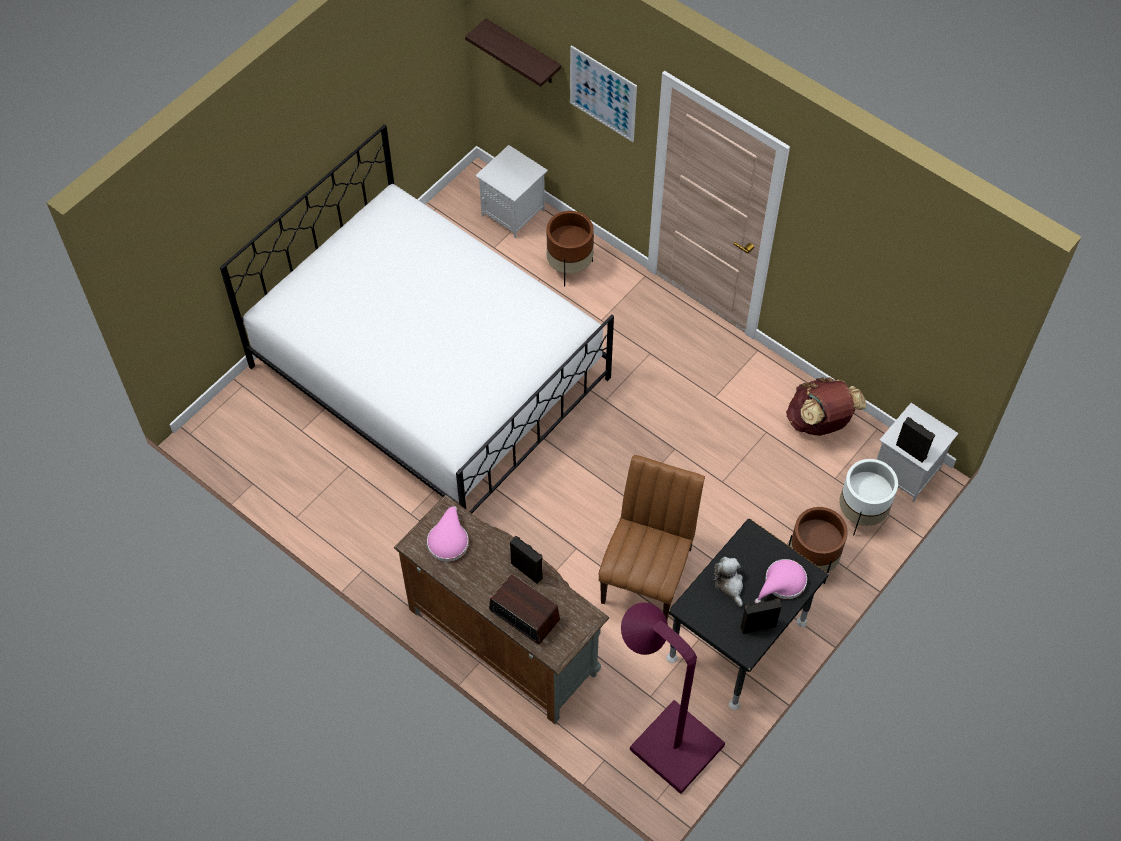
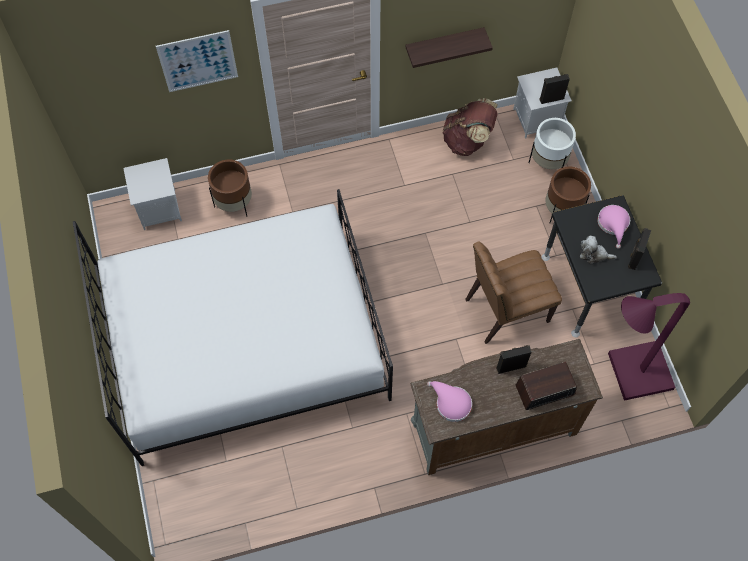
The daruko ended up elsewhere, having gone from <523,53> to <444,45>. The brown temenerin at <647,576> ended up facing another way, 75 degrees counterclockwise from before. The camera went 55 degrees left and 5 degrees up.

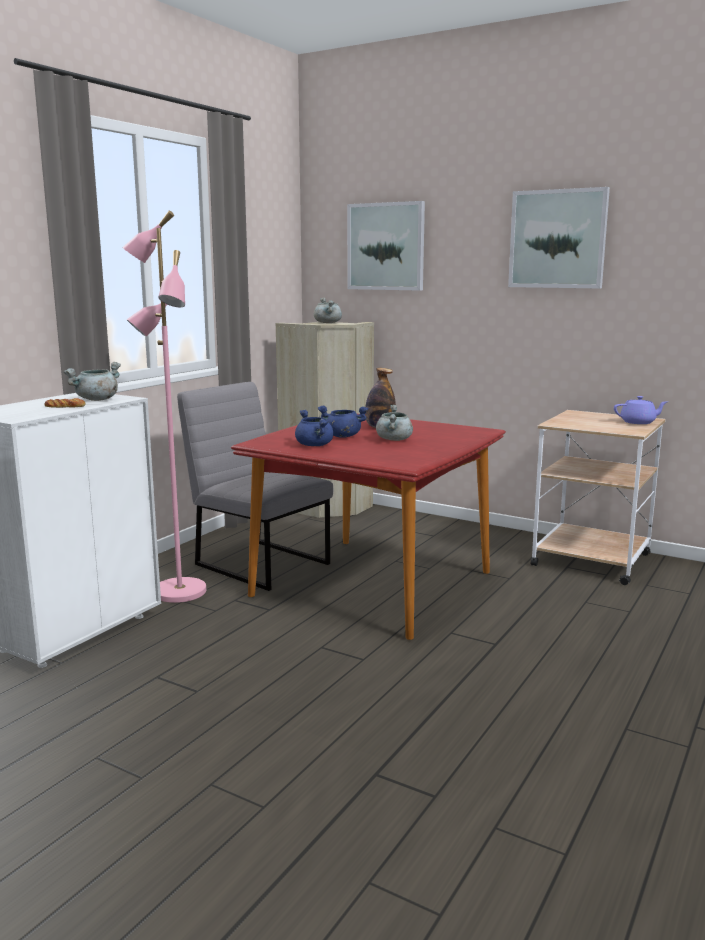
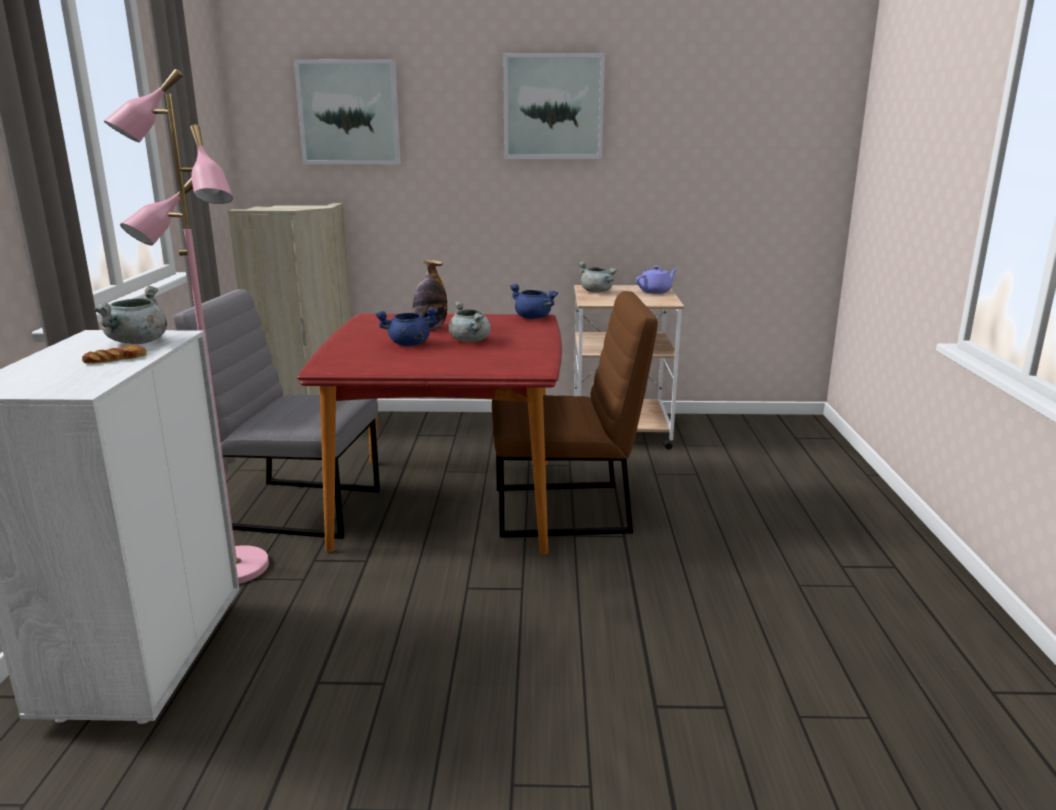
The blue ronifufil ended up elsewhere, having gone from <315,445> to <534,318>. The grey ronifufil ended up elsewhere, having gone from <328,323> to <597,291>. The second view gained the brown temenerin at <566,510>. The camera went 30 degrees left and 5 degrees up.

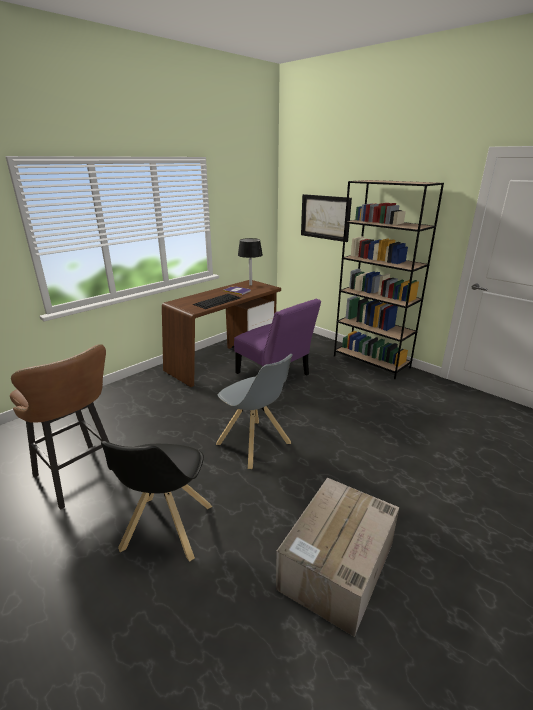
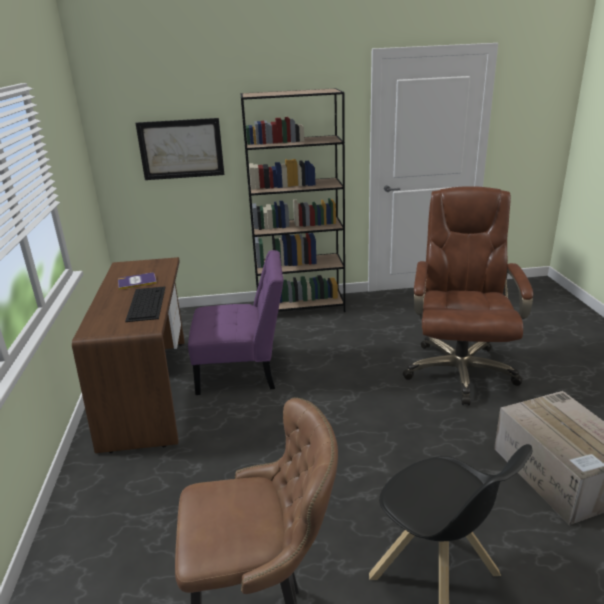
The second view lost the grey temenerin at <255,444>. The second view lost the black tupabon at <250,285>. The second view gained the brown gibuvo at <459,371>. The camera went 50 degrees left and 0 degrees up.

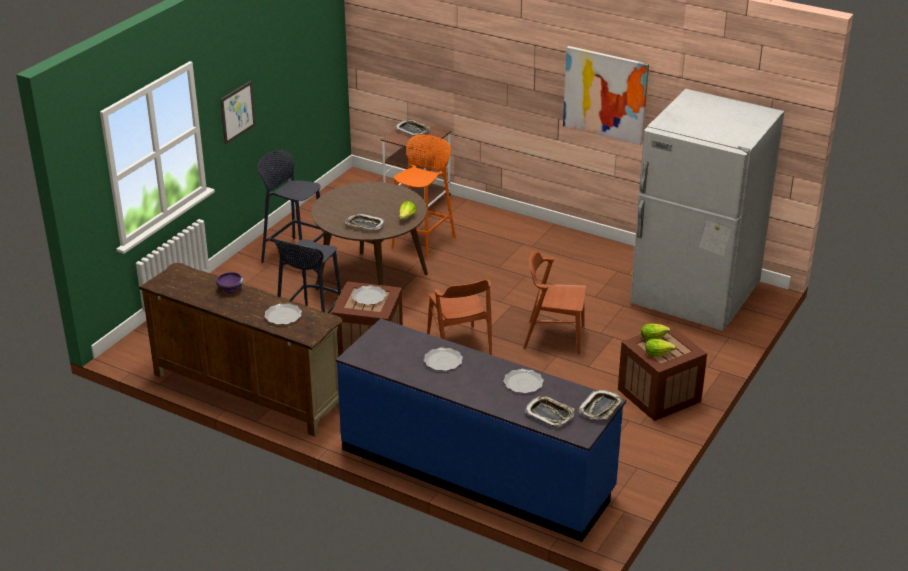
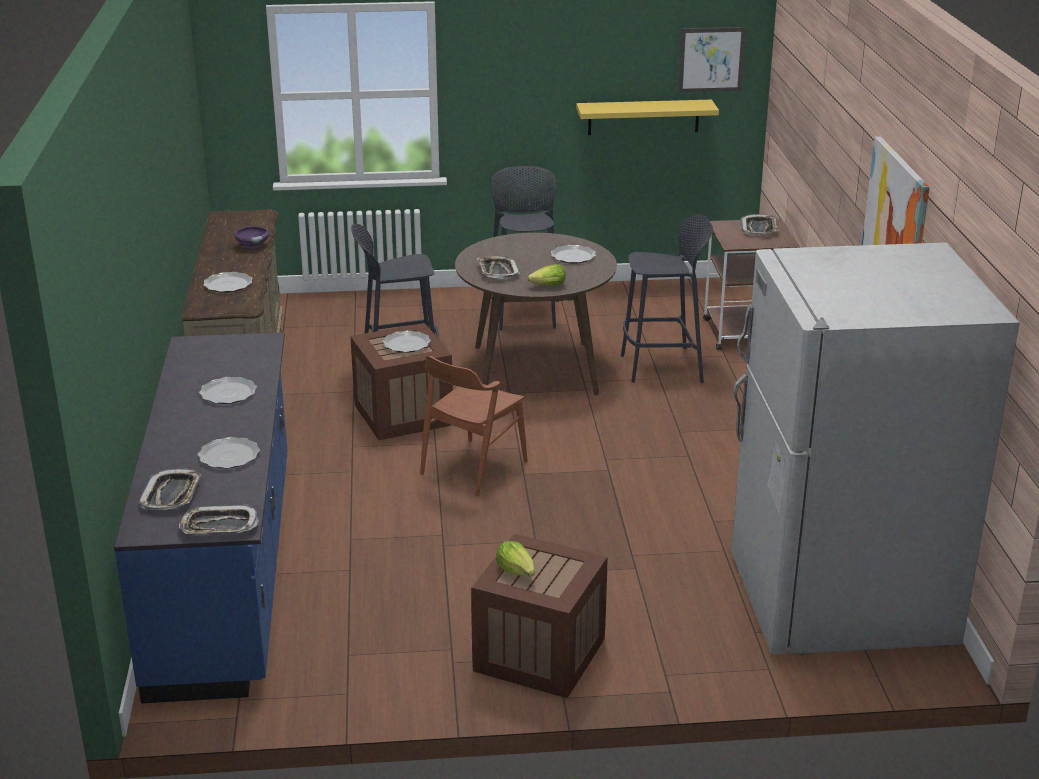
The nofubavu ended up elsewhere, having gone from <237,112> to <711,59>. What was the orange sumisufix at <422,241> turned into the grey sumisufix at <663,367>. The second view lost the brown temenerin at <554,337>. The second view lost the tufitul at <653,337>. The second view gained the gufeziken at <573,256>. The second view gained the yellow daruko at <643,117>. The camera went 55 degrees right and 5 degrees down.

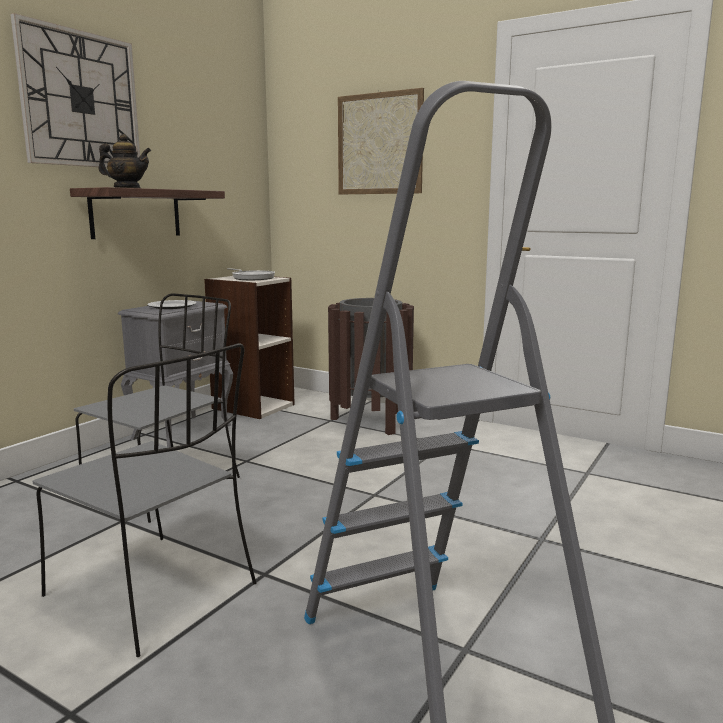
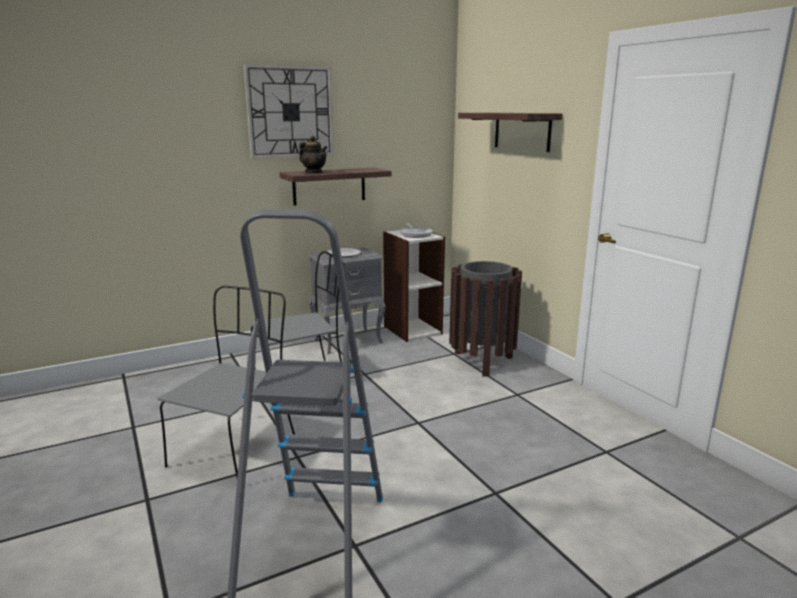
The grey temenerin at <155,592> ended up facing another way, 135 degrees counterclockwise from before. Where the nofubavu hung at <380,142>, the daruko came to hang at <522,131>. The camera went 30 degrees right and 5 degrees up.

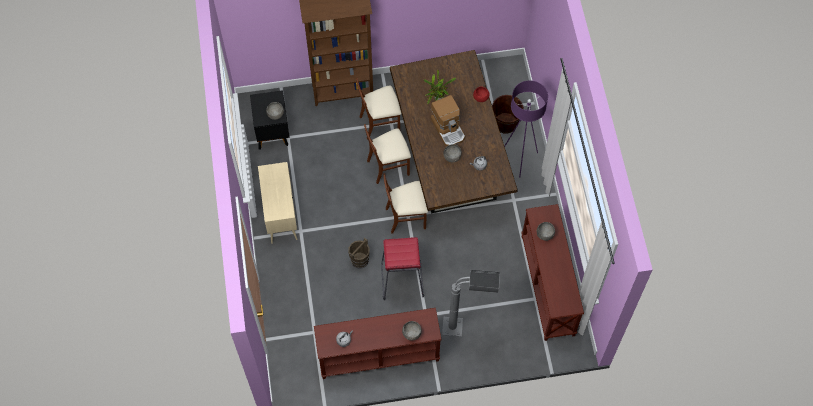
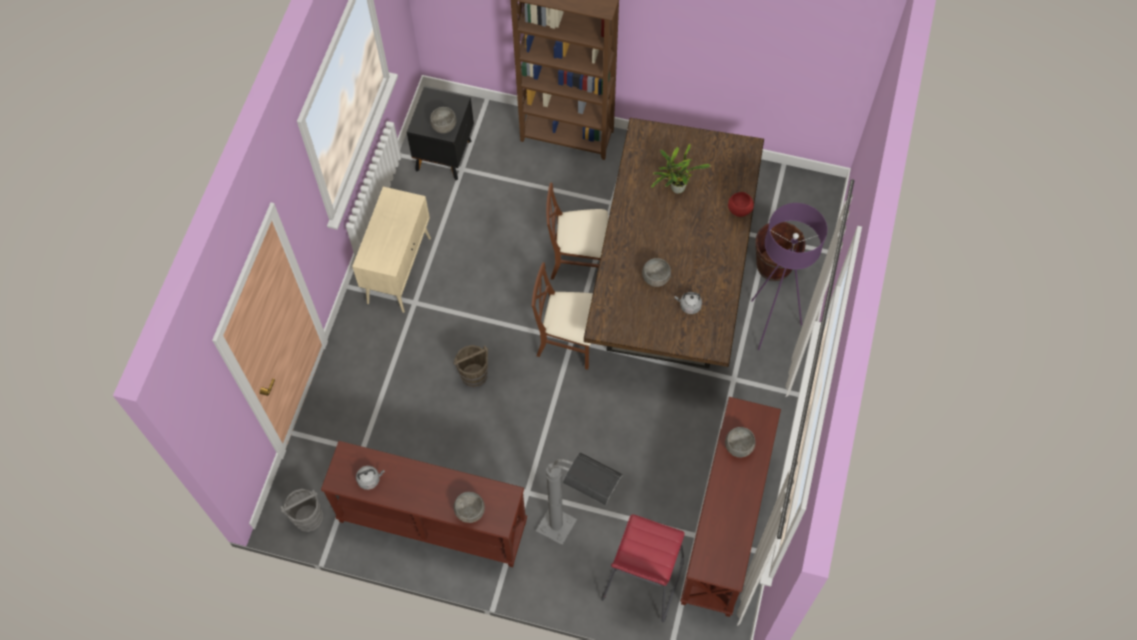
The second view lost the brown temenerin at <380,123>. The red sumisufix ended up elsewhere, having gone from <401,280> to <642,580>. The second view lost the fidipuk at <448,129>. The second view gained the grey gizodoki at <308,517>. The camera went 25 degrees right and 0 degrees up.

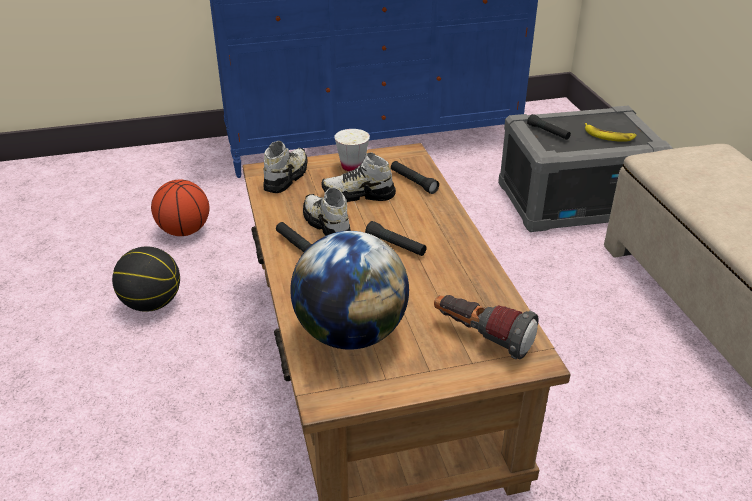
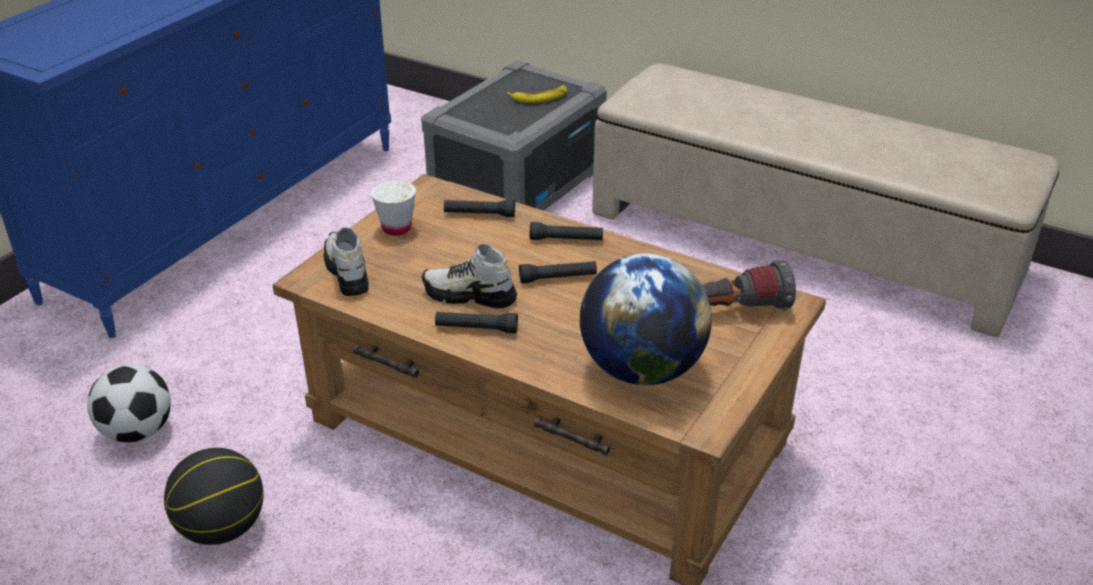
Where the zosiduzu stood at <185,231>, the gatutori came to stand at <137,432>. The second view lost the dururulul at <358,195>. The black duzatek ended up elsewhere, having gone from <548,132> to <566,239>. The camera went 45 degrees left and 0 degrees up.

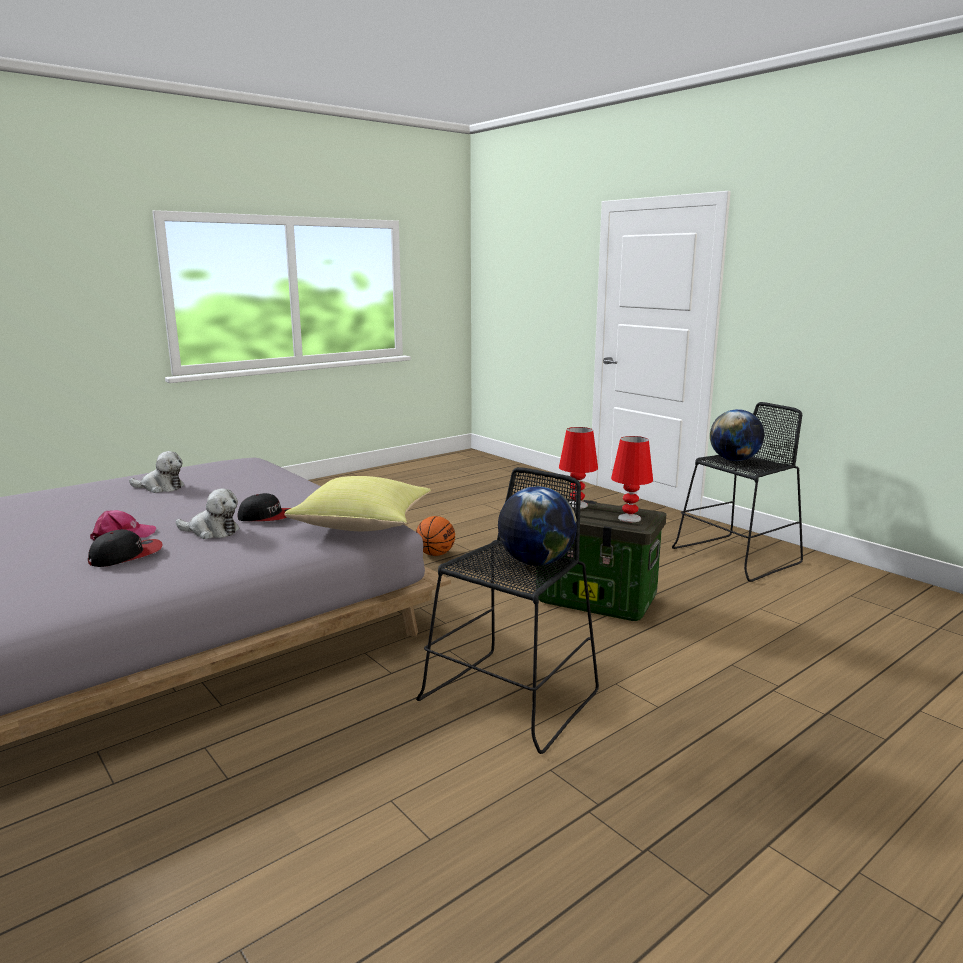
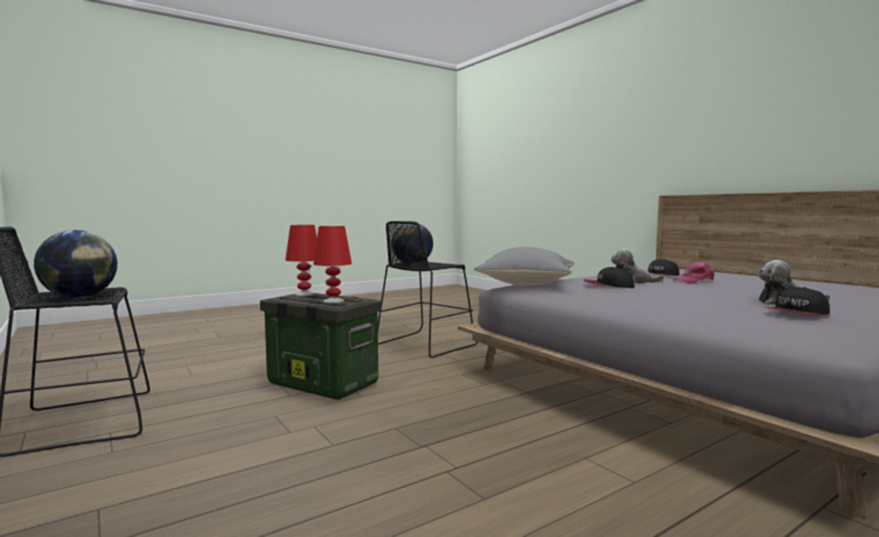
What was the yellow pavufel at <364,525> turned into the grey pavufel at <524,285>. The second view lost the zosiduzu at <435,554>. The second view gained the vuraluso at <797,314>. The camera went 175 degrees left and 10 degrees down.

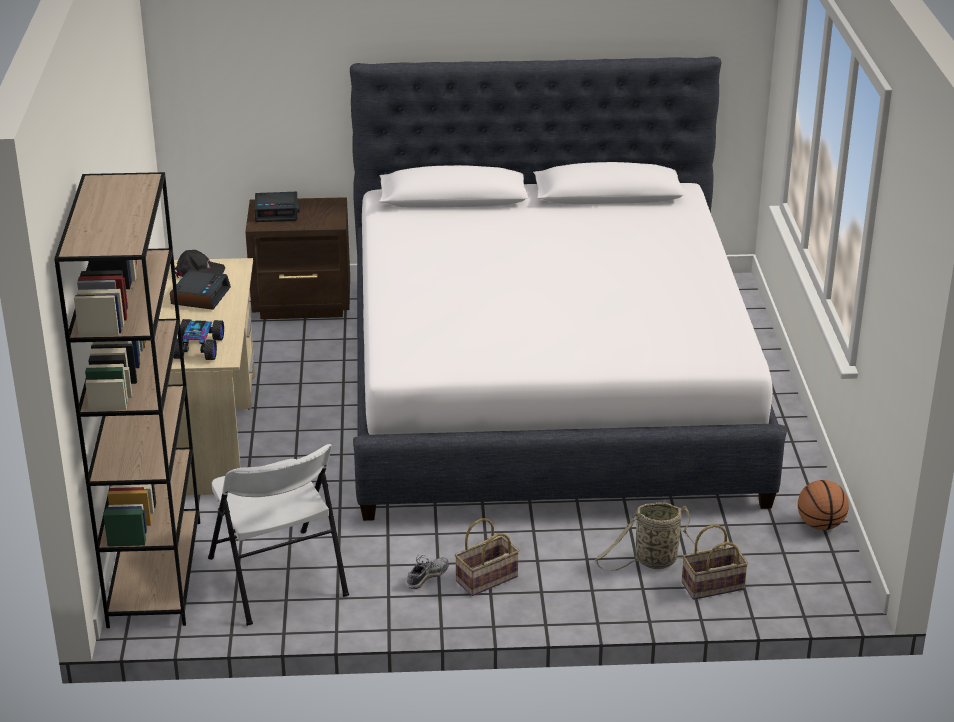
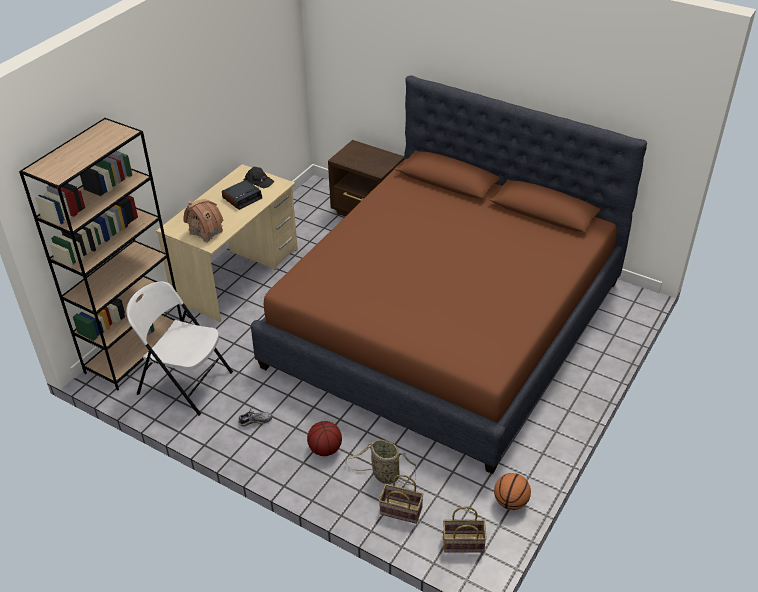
Where the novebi stood at <200,348>, the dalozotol came to stand at <206,232>. The white temenerin at <277,577> ended up facing another way, 105 degrees clockwise from before. The second view lost the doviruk at <277,212>. What was the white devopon at <547,386> turned into the brown devopon at <446,323>. The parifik ended up elsewhere, having gone from <486,580> to <462,544>. The second view gained the zosiduzu at <325,449>. The camera went 35 degrees right and 10 degrees up.

